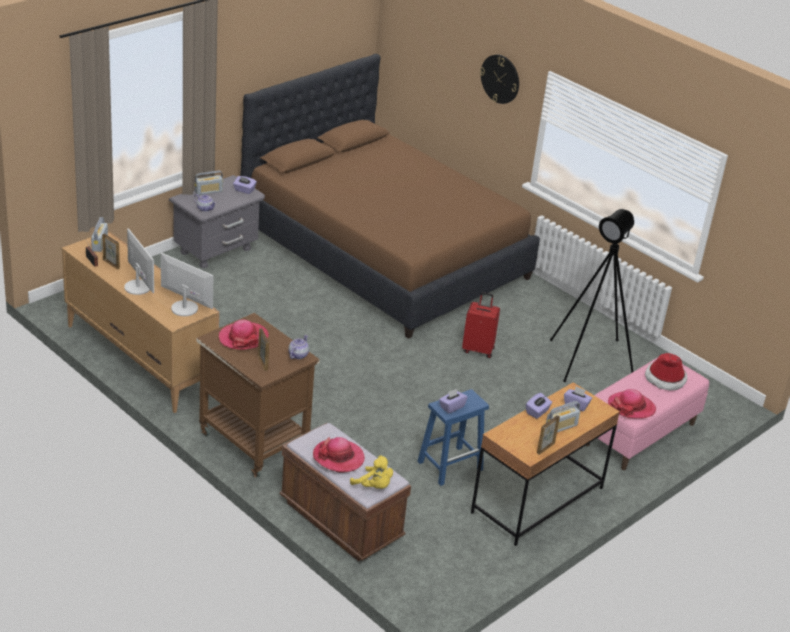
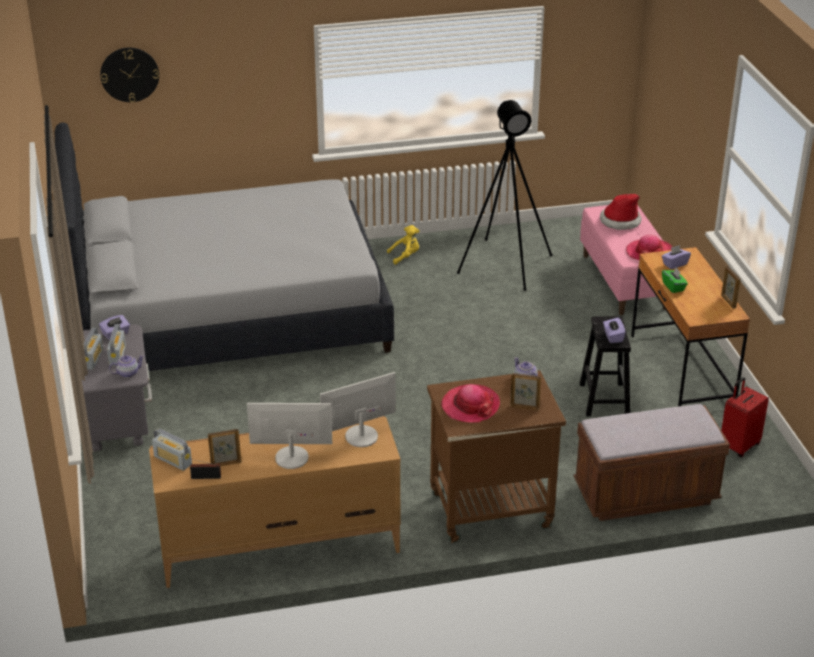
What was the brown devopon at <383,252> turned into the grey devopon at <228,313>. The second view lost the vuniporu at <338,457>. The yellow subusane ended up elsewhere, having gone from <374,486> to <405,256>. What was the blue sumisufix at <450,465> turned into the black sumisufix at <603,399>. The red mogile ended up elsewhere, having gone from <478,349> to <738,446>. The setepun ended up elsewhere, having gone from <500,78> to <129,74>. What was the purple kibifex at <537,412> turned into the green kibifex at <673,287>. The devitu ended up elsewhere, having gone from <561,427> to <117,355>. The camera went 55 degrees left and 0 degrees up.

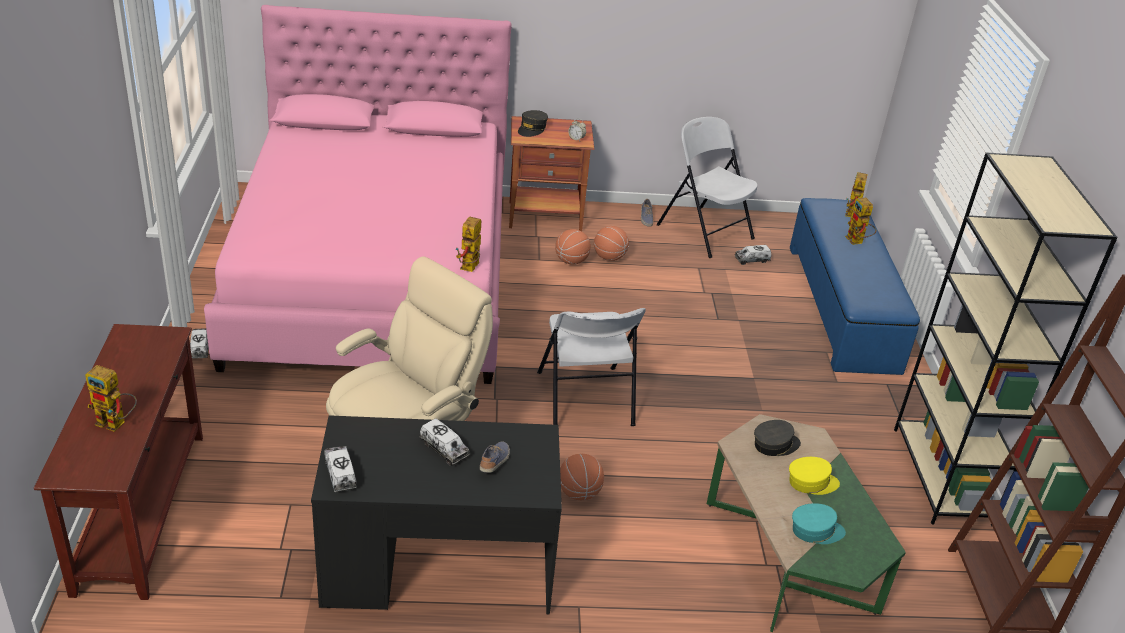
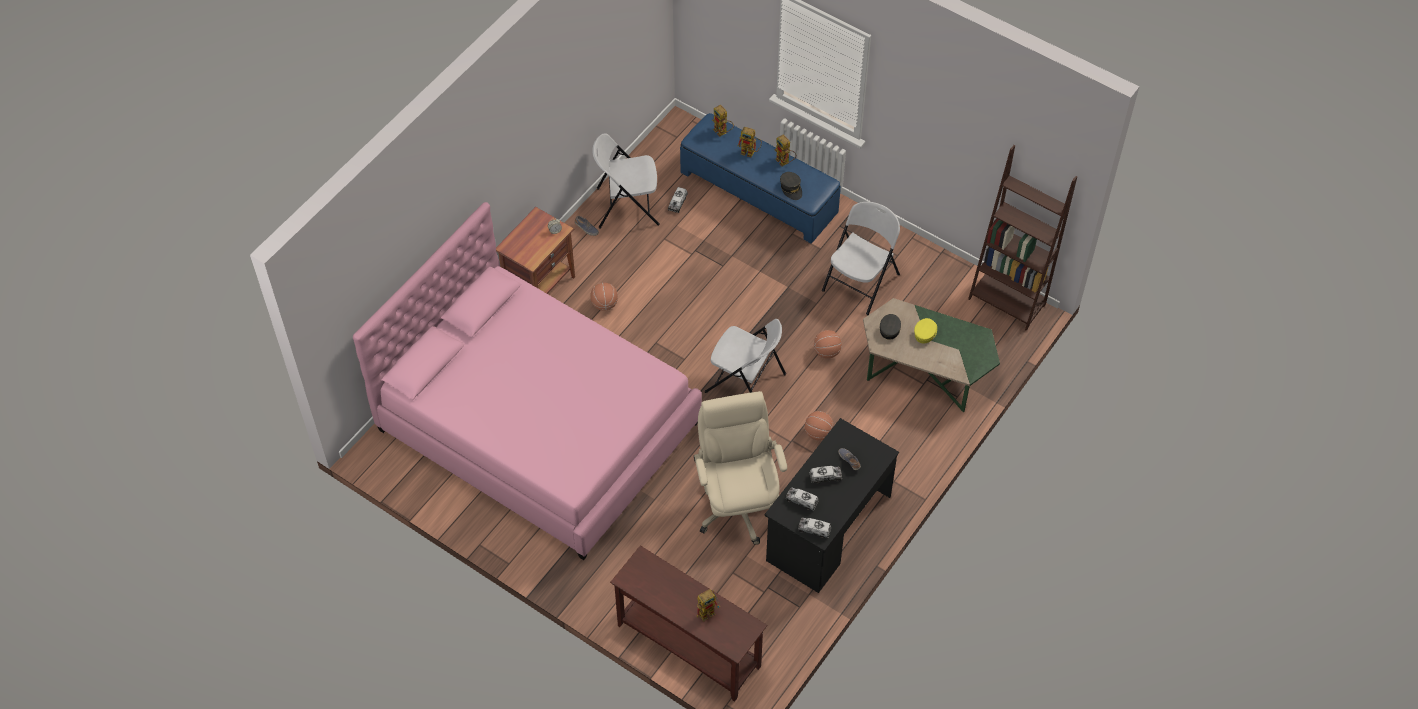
The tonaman ended up elsewhere, having gone from <200,347> to <801,501>. The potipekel ended up elsewhere, having gone from <470,269> to <784,162>. The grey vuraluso ended up elsewhere, having gone from <532,129> to <791,188>. The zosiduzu ended up elsewhere, having gone from <609,257> to <827,352>. The second view lost the turquoise vuraluso at <816,531>. The second view lost the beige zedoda at <942,476>. The second view gained the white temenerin at <861,282>. The camera went 50 degrees left and 20 degrees up.

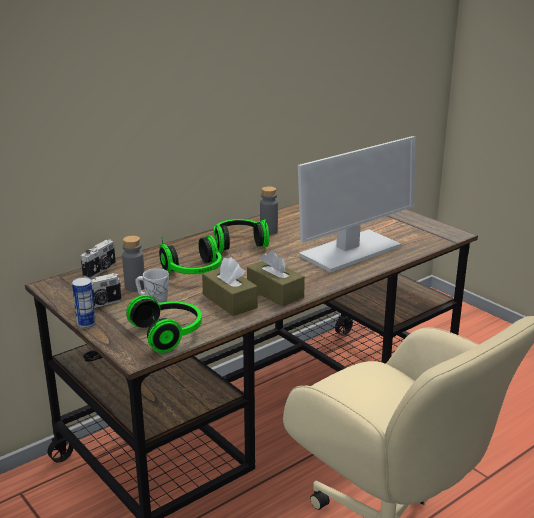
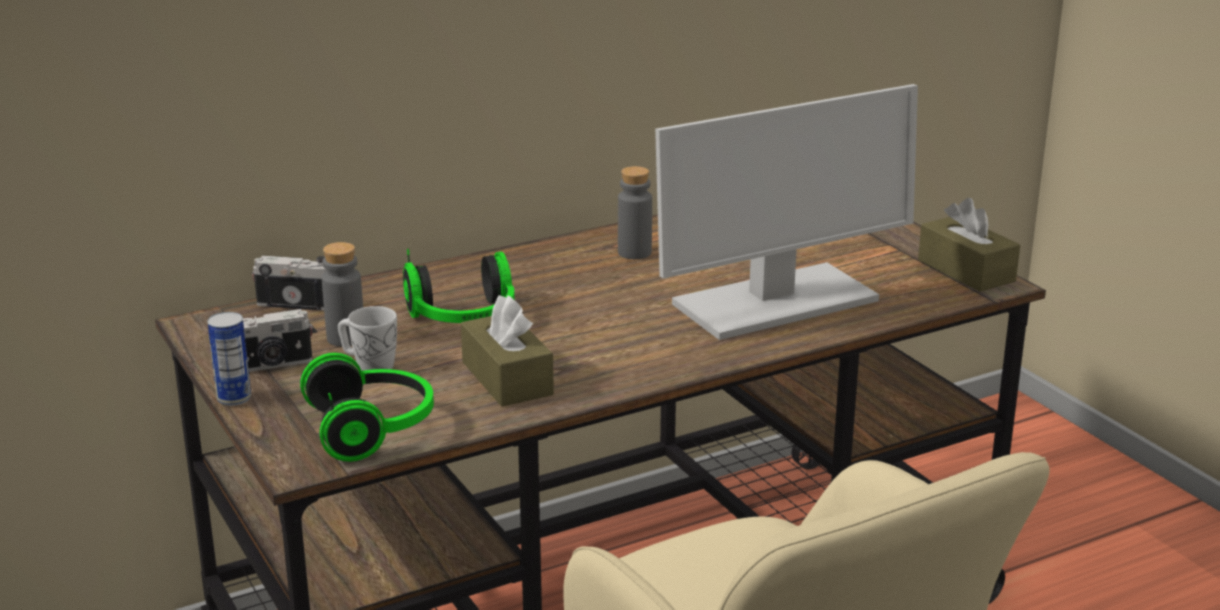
The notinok at <101,270> ended up facing another way, 120 degrees counterclockwise from before. The second view lost the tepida at <238,243>. The brown kibifex ended up elsewhere, having gone from <275,292> to <966,270>. The camera went 10 degrees right and 0 degrees up.

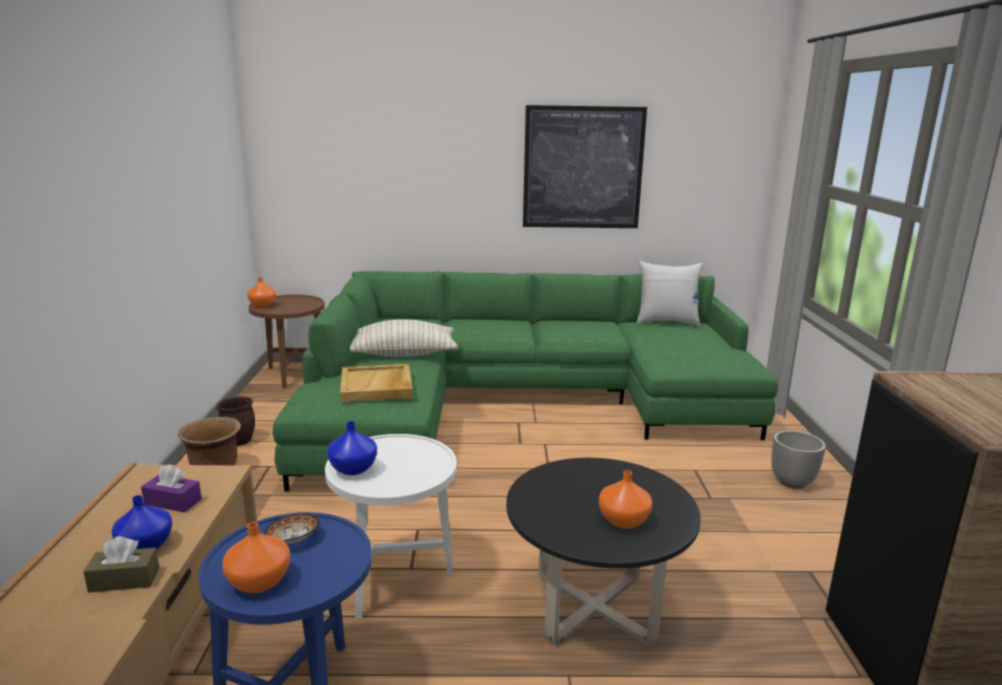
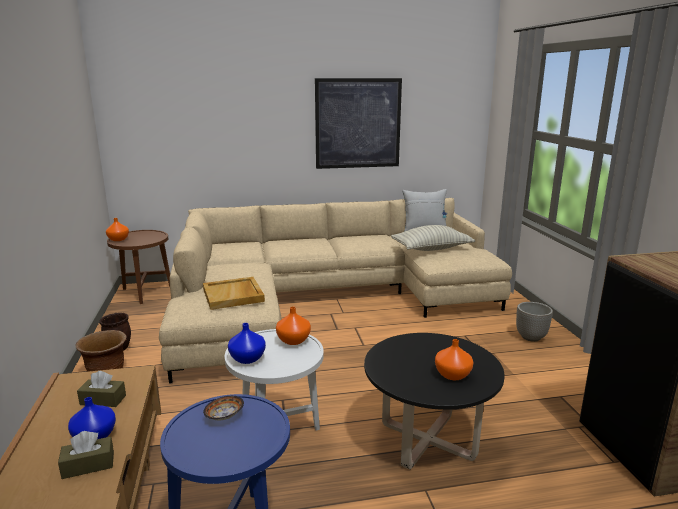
What was the purple kibifex at <173,502> turned into the brown kibifex at <103,400>. The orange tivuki ended up elsewhere, having gone from <258,582> to <293,341>. What was the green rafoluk at <514,403> turned into the beige rafoluk at <323,299>. The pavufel ended up elsewhere, having gone from <402,354> to <431,249>. The camera went 10 degrees left and 0 degrees up.

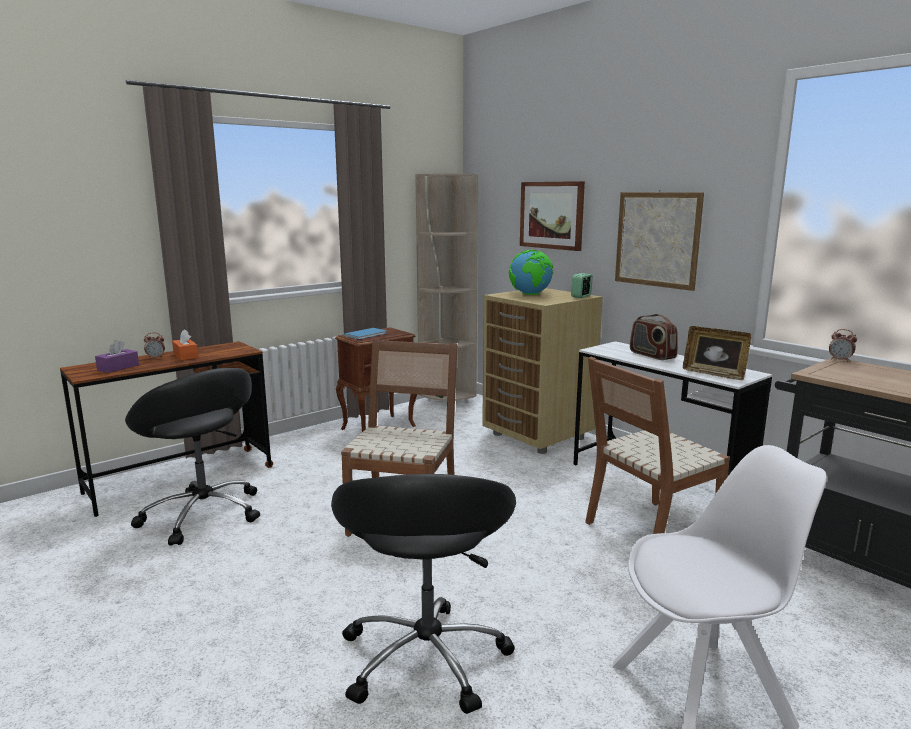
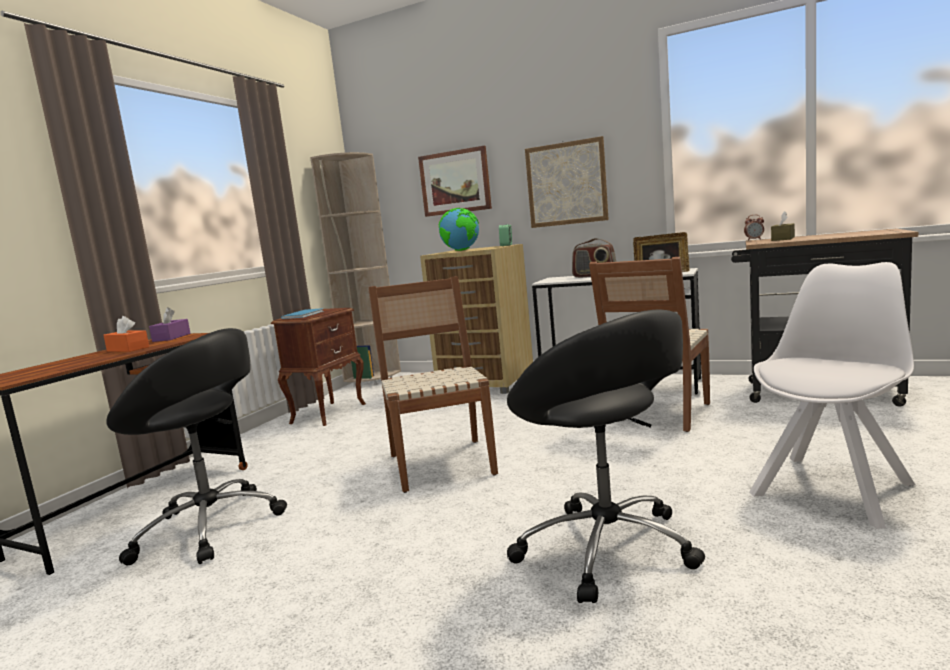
The purple kibifex ended up elsewhere, having gone from <118,367> to <171,337>. The second view lost the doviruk at <156,358>. The second view gained the brown kibifex at <783,239>. The camera went 25 degrees left and 5 degrees down.

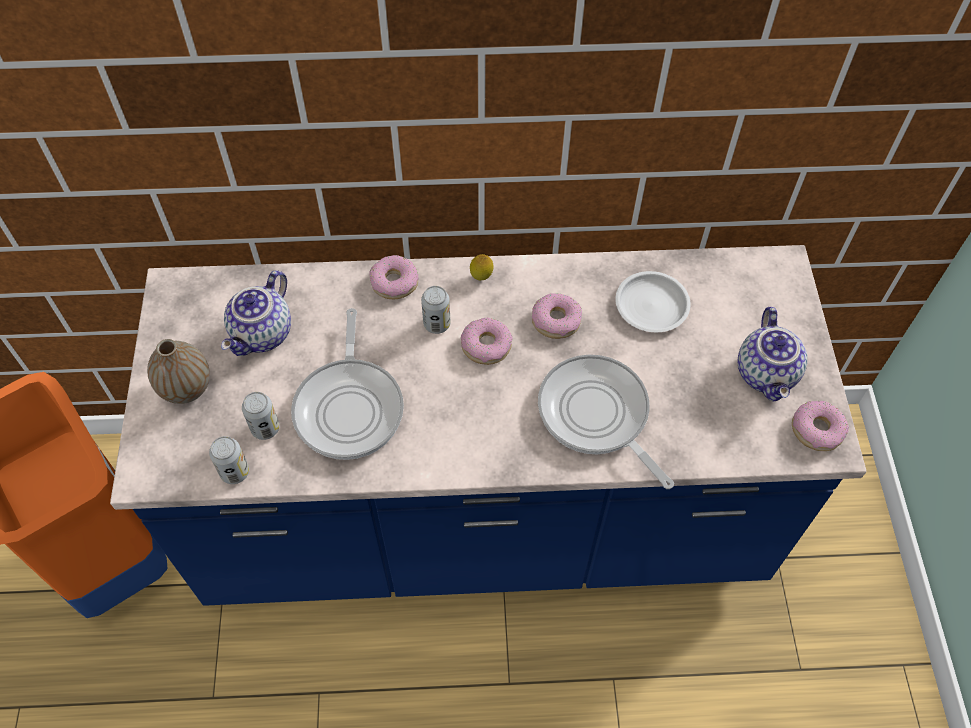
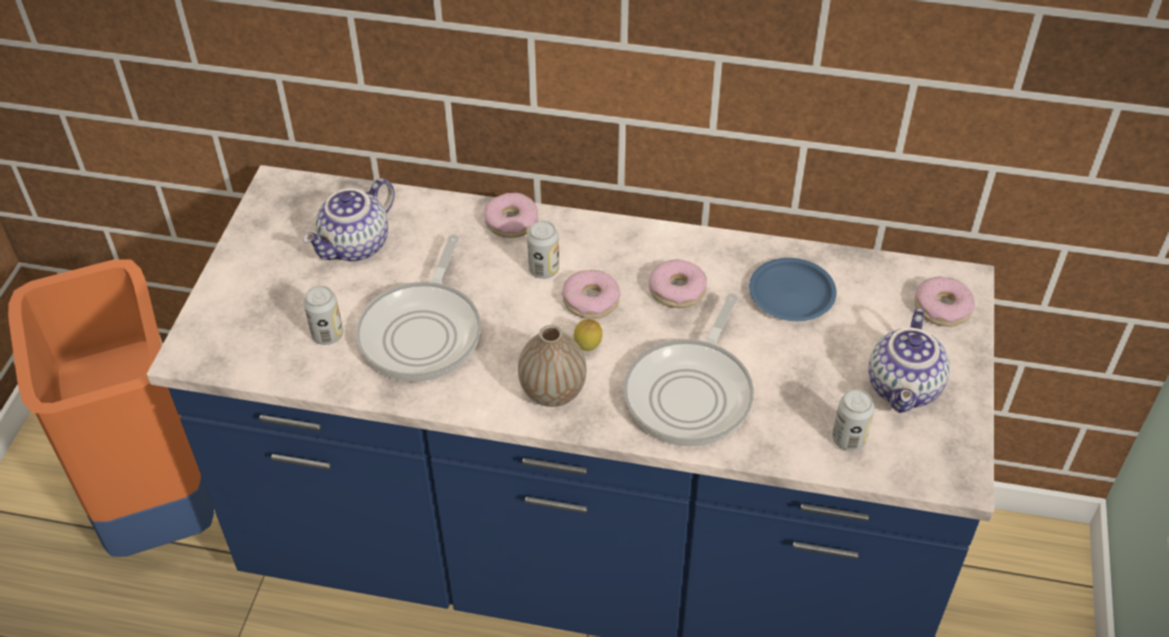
The tivuki ended up elsewhere, having gone from <186,388> to <553,392>. The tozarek ended up elsewhere, having gone from <235,472> to <848,439>. The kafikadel ended up elsewhere, having gone from <481,277> to <588,348>. The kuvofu at <597,416> ended up facing another way, 135 degrees counterclockwise from before. What was the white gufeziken at <651,305> turned into the blue gufeziken at <791,294>. The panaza ended up elsewhere, having gone from <817,430> to <942,308>. The camera went 15 degrees right and 10 degrees down.

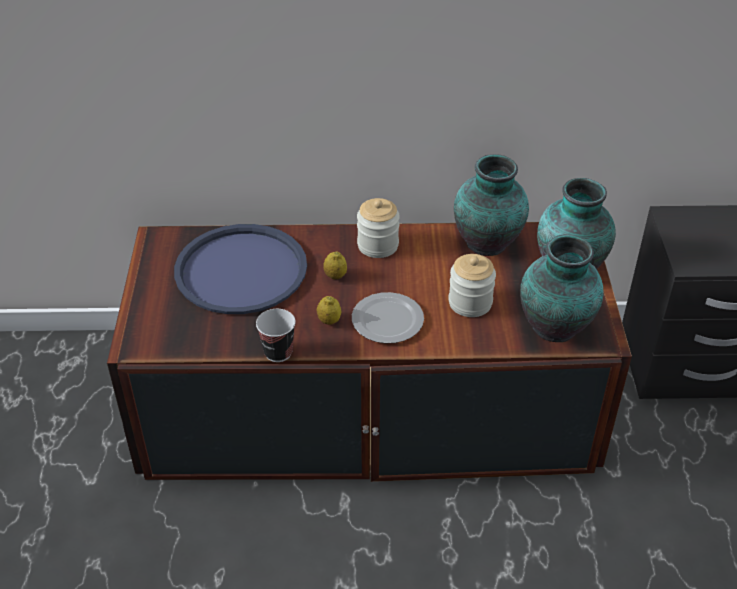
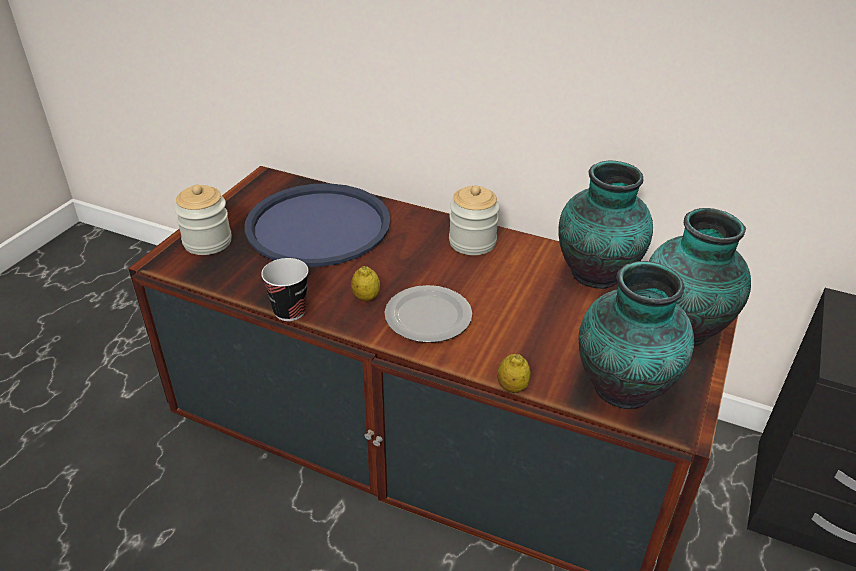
The kafikadel ended up elsewhere, having gone from <335,276> to <512,387>. The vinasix ended up elsewhere, having gone from <470,303> to <207,242>. The camera went 25 degrees right and 5 degrees down.

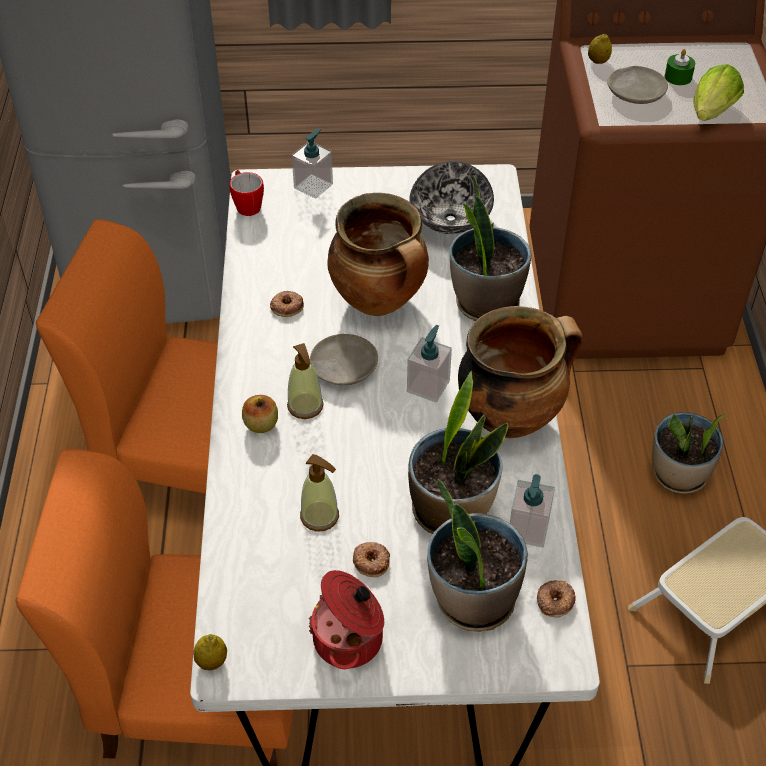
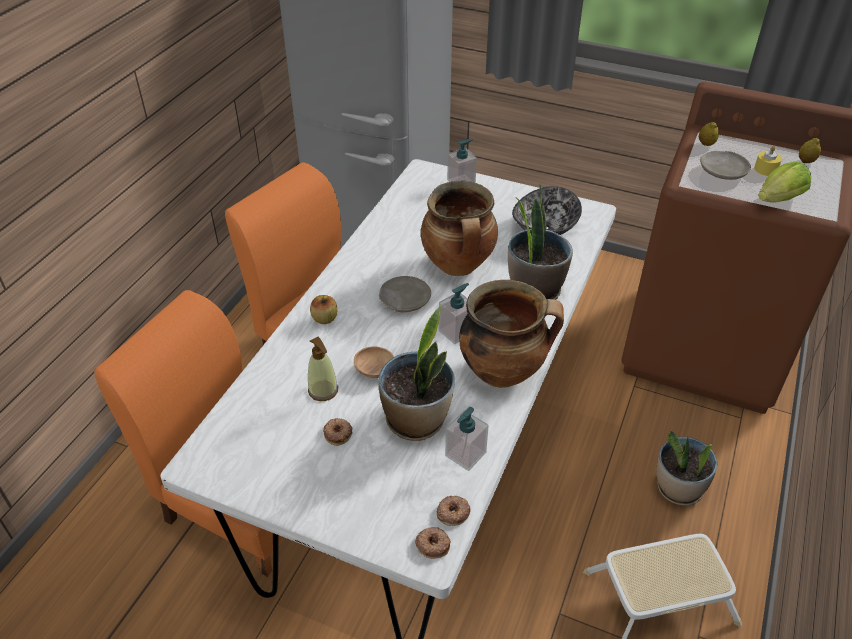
The kafikadel ended up elsewhere, having gone from <212,661> to <806,161>. The second view lost the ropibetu at <246,205>. The panaza ended up elsewhere, having gone from <287,306> to <432,544>. The second view lost the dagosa at <305,406>. The second view lost the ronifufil at <350,639>. The second view lost the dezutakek at <472,600>. What was the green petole at <678,77> turned into the yellow petole at <765,169>. The second view gained the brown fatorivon at <374,370>. The camera went 25 degrees right and 5 degrees down.

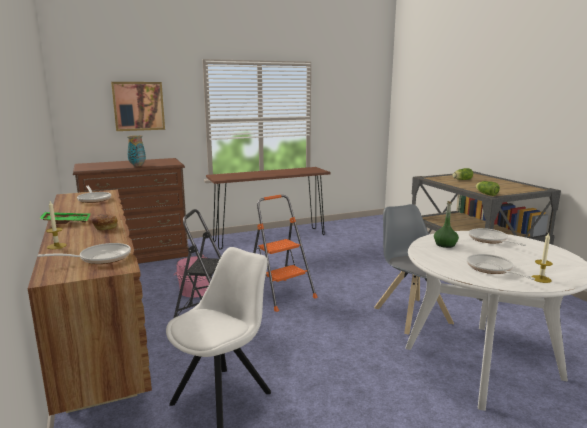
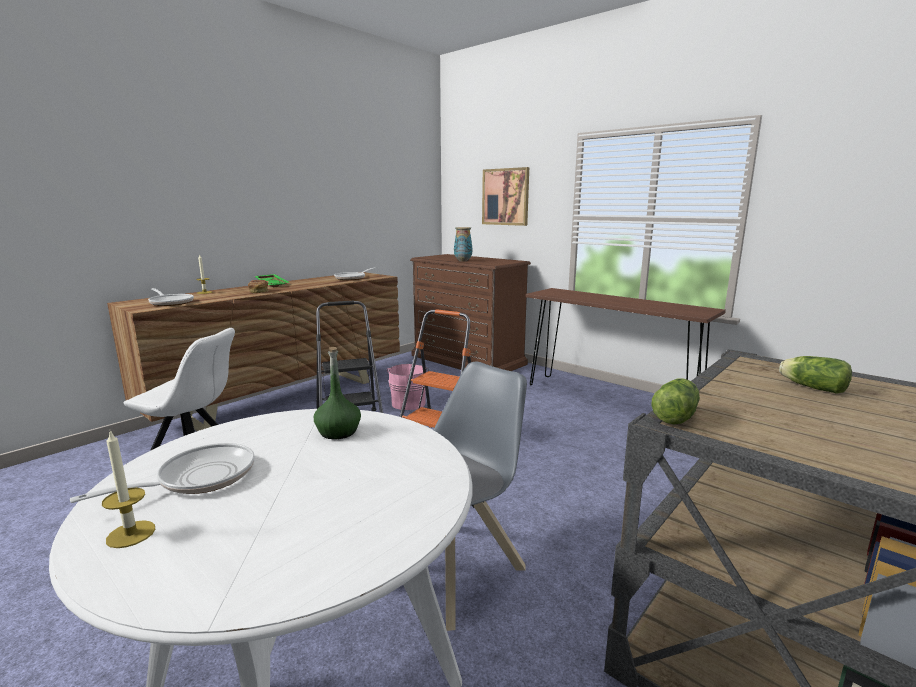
The second view lost the kuvofu at <490,240>. The camera went 65 degrees right and 0 degrees up.

